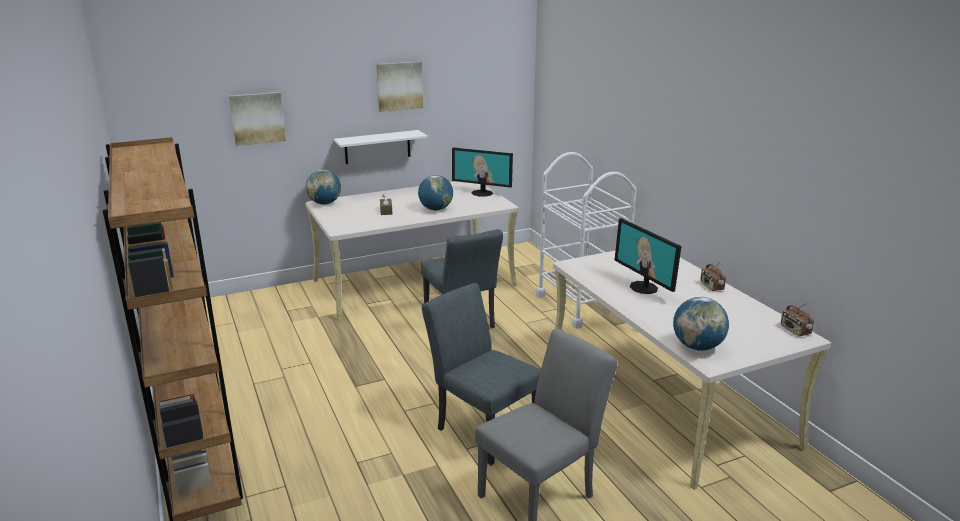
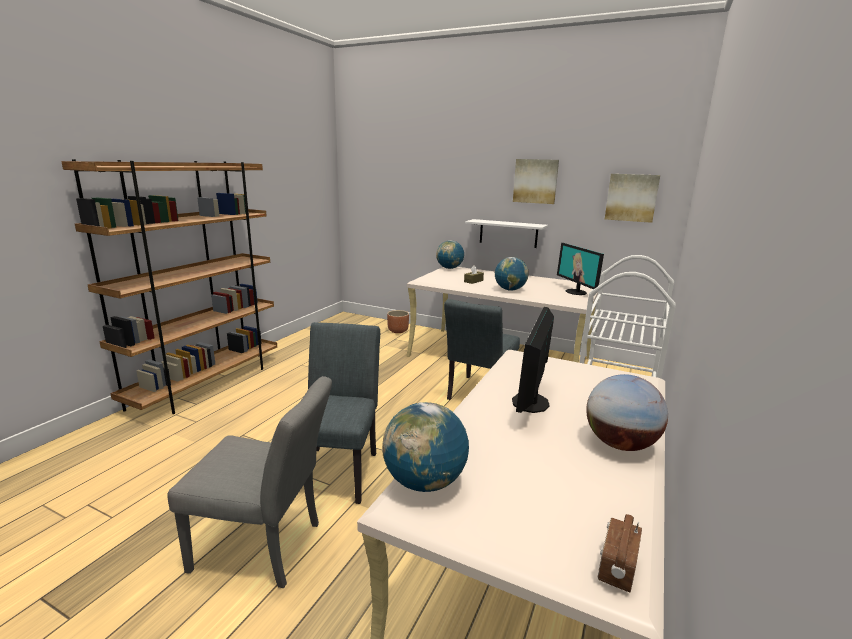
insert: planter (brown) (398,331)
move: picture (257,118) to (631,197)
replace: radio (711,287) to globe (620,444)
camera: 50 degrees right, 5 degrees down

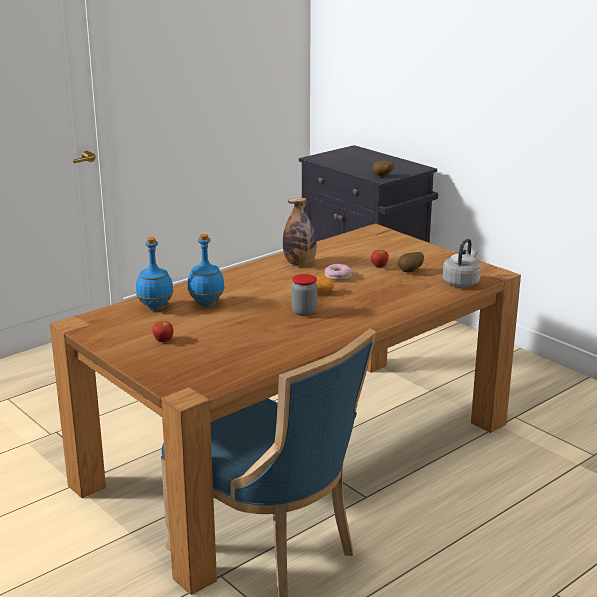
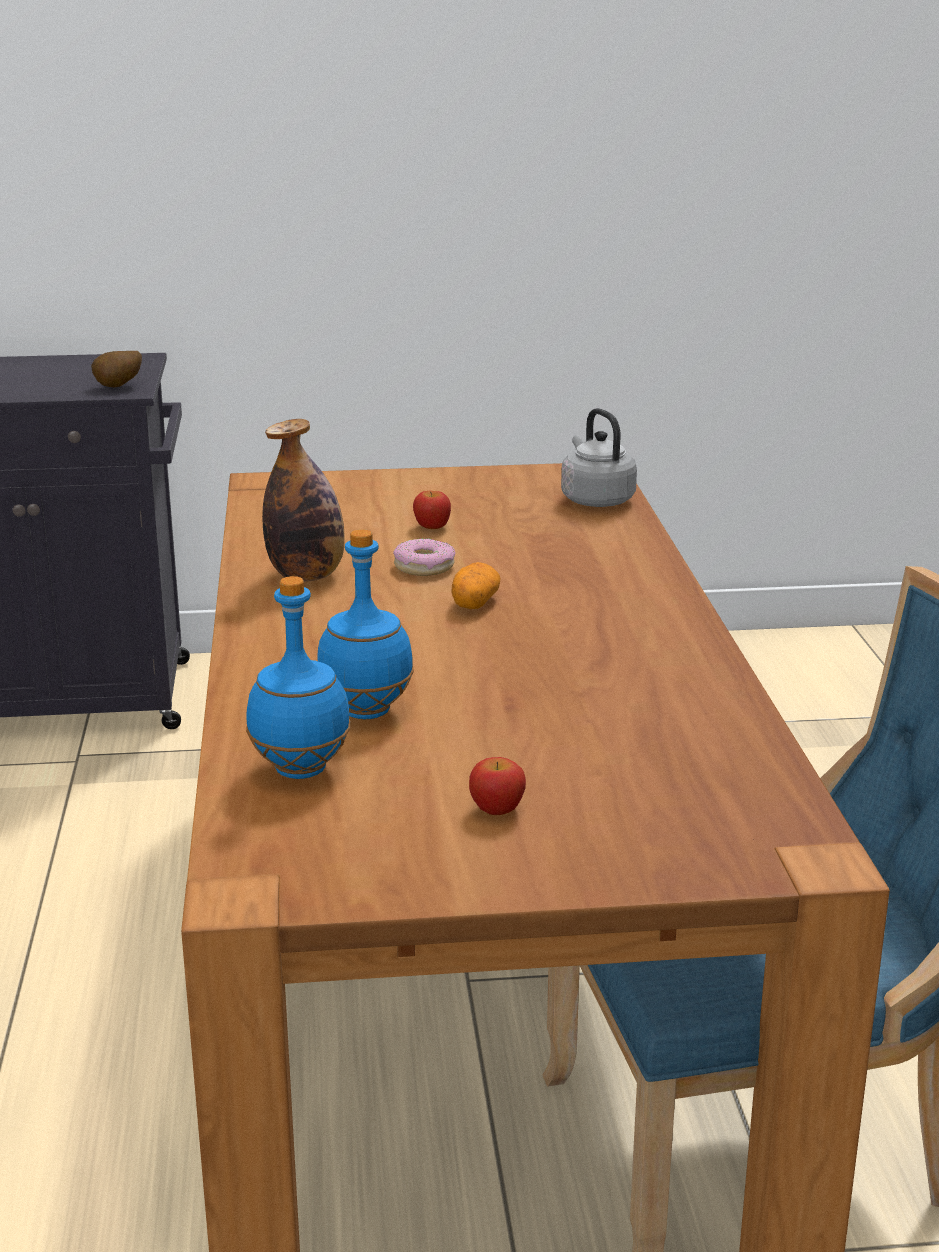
delete: potato (410,272); jar (304,312)
camera: 55 degrees left, 0 degrees up

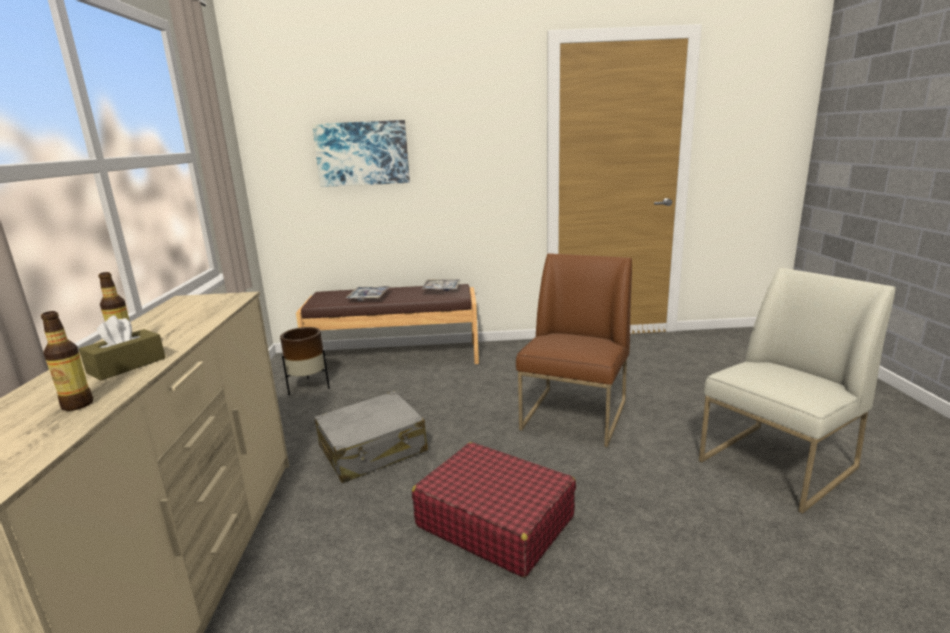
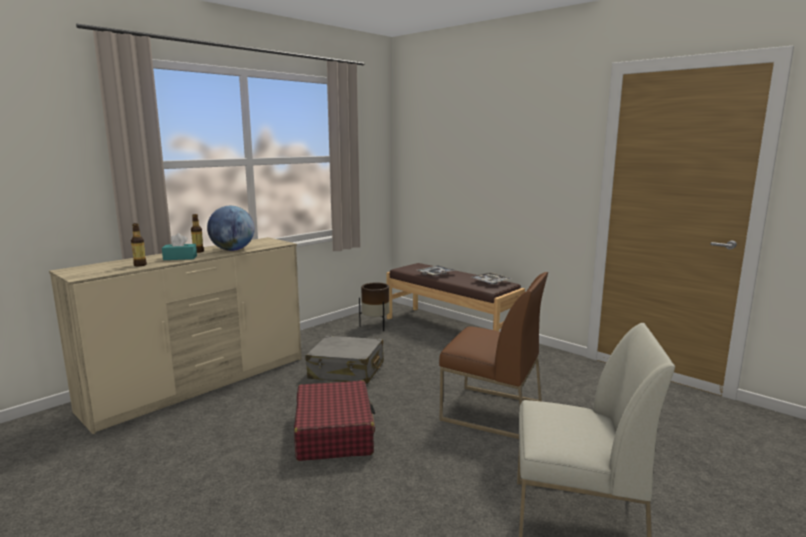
delete: picture (362,153)
insert: globe (232,250)
recolor: tissue box (brown) (127,365) to tissue box (turquoise) (180,258)
rotate: chair (brown) (575,416) = (490,412) 45 degrees clockwise
camera: 45 degrees right, 5 degrees down

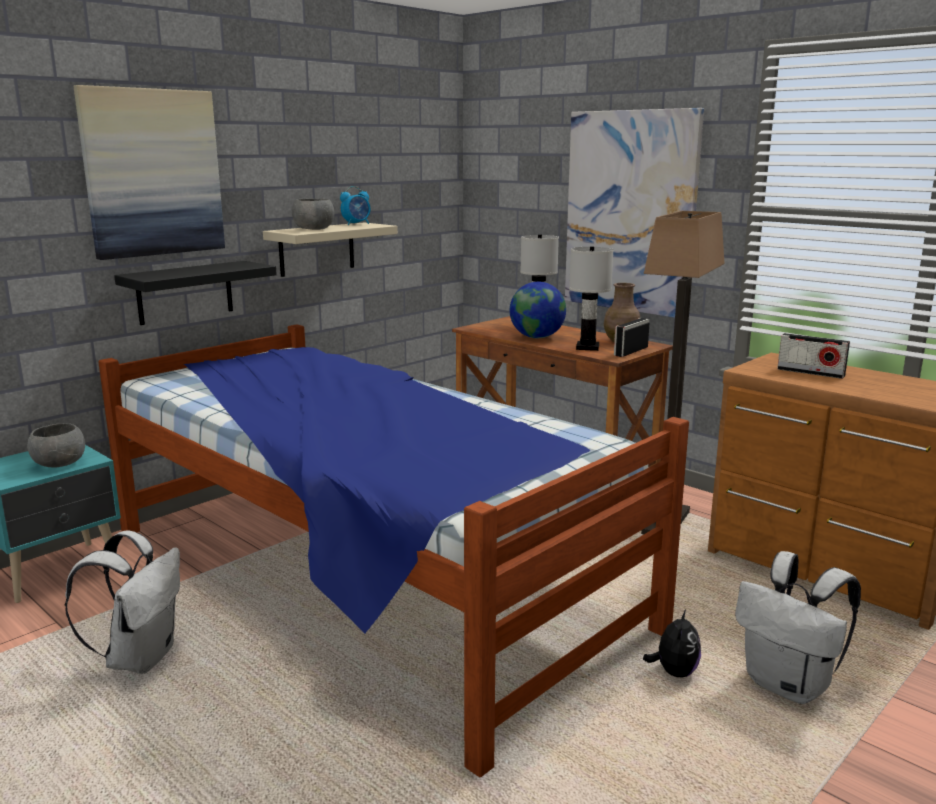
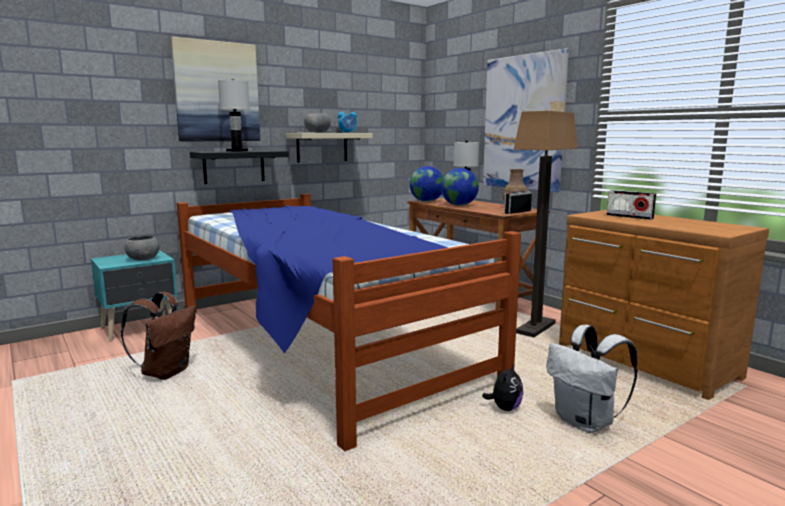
insert: globe (426,201)
move: table lamp (white) (587,347) to (237,151)
recolor: backpack (white) (140,657) to backpack (brown) (166,372)
camera: 10 degrees right, 5 degrees down

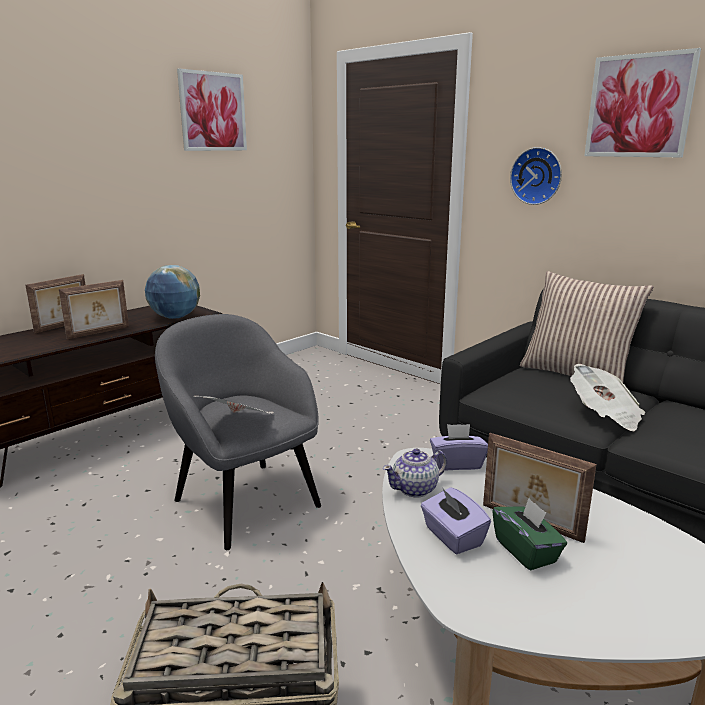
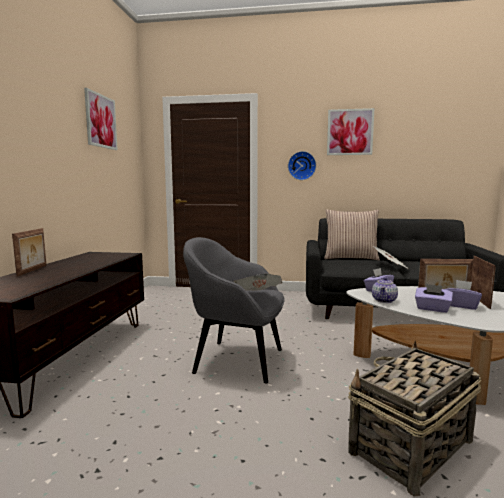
delete: globe (175,317)
move: picture frame (99,333) to (480,301)
recolor: tissue box (green) (526,551) to tissue box (purple) (461,305)
camera: 35 degrees left, 10 degrees down

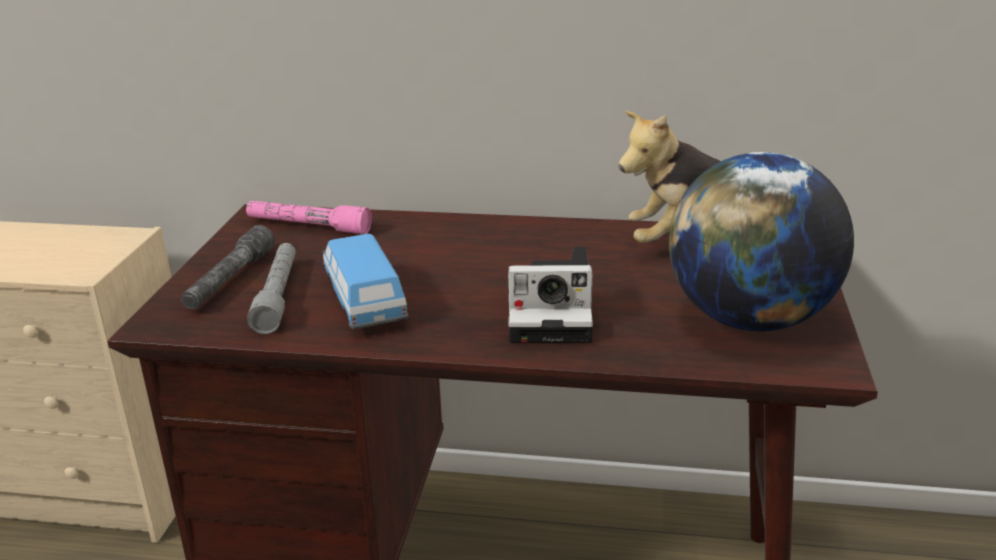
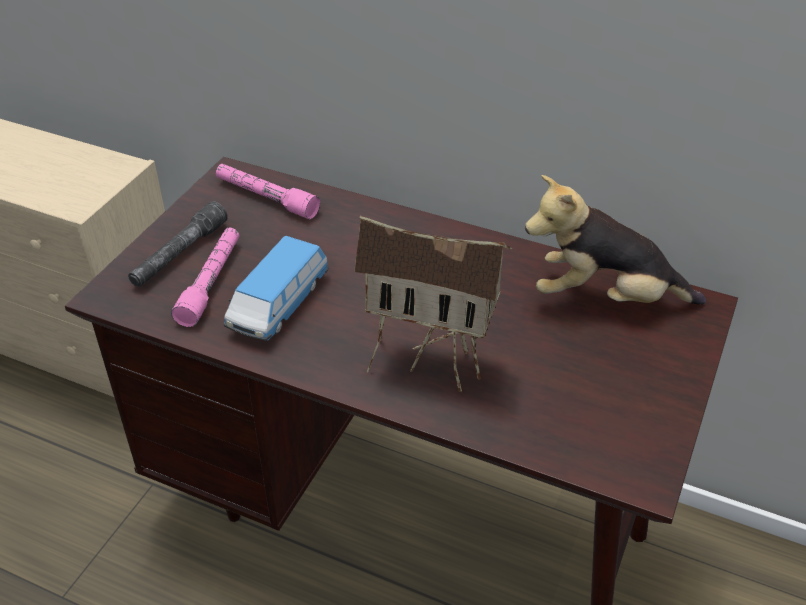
delete: globe (749,320)
replace: photo camera (554,316) to toy house (431,360)
recolor: flashlight (grey) (278,296) to flashlight (pink) (211,282)
rotate: toy car (364,301) = (278,305) 150 degrees counterclockwise
camera: 15 degrees right, 15 degrees up

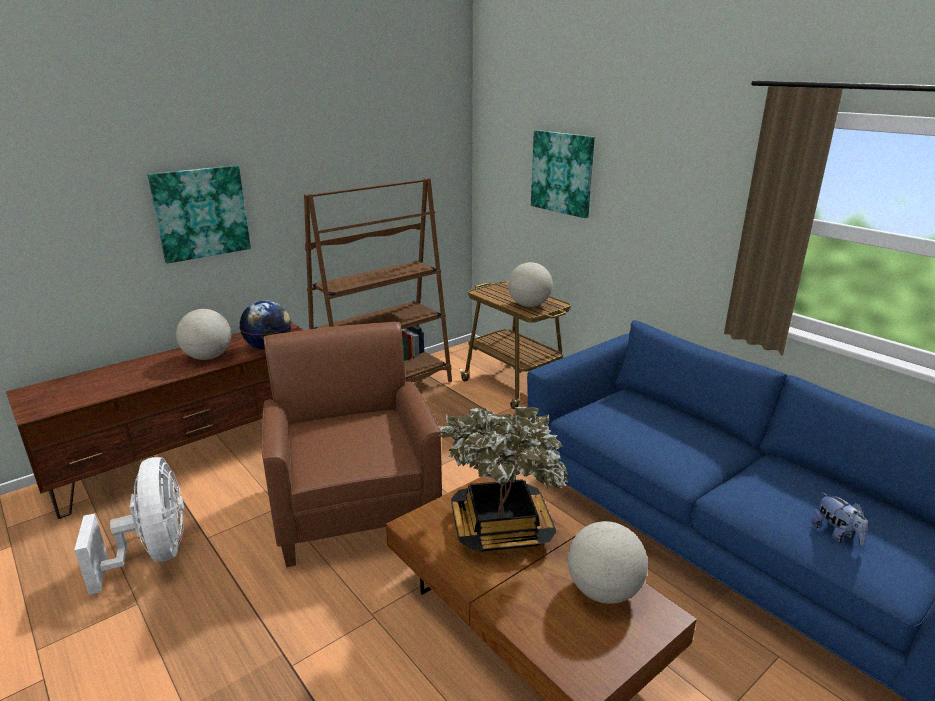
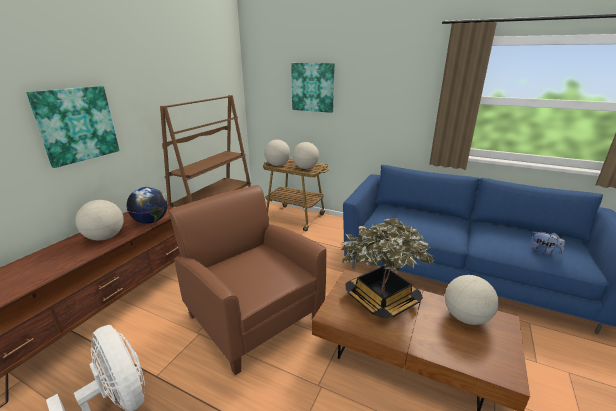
insert: globe (277,165)
camera: 25 degrees left, 0 degrees up

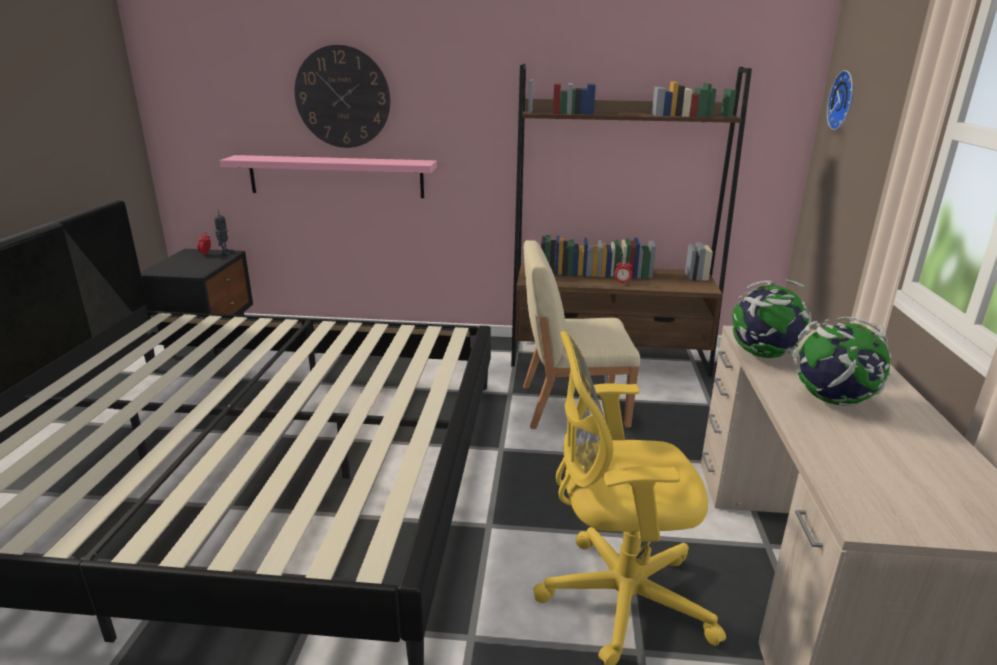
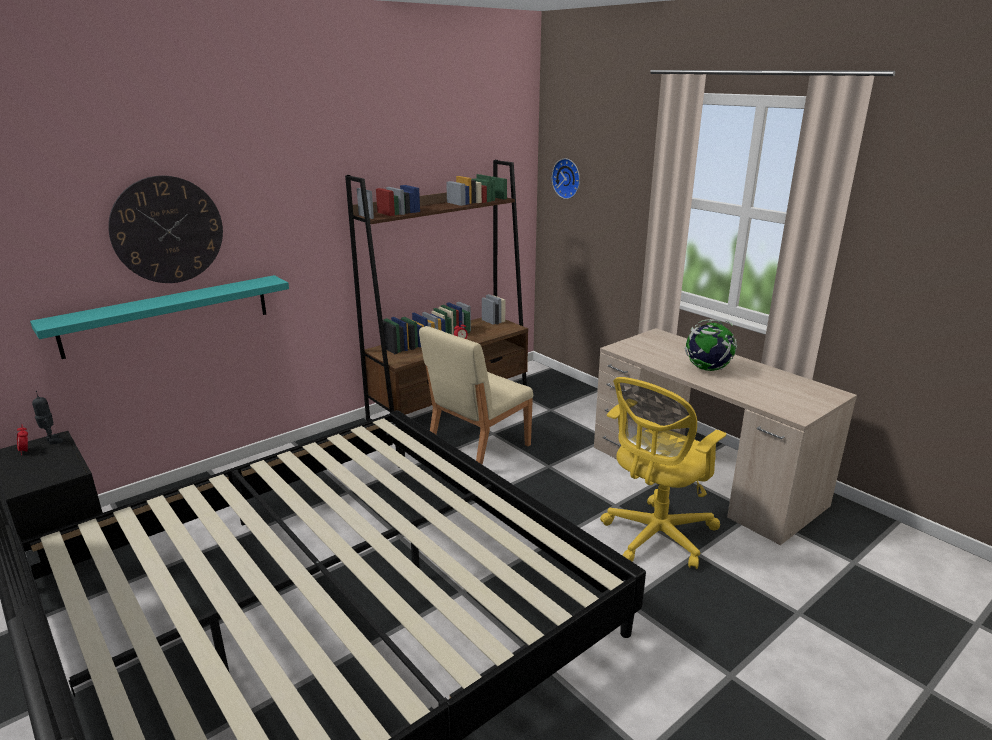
delete: globe (762,355)
recolor: shelf (pink) (336,176) to shelf (turquoise) (168,315)
camera: 45 degrees left, 0 degrees up

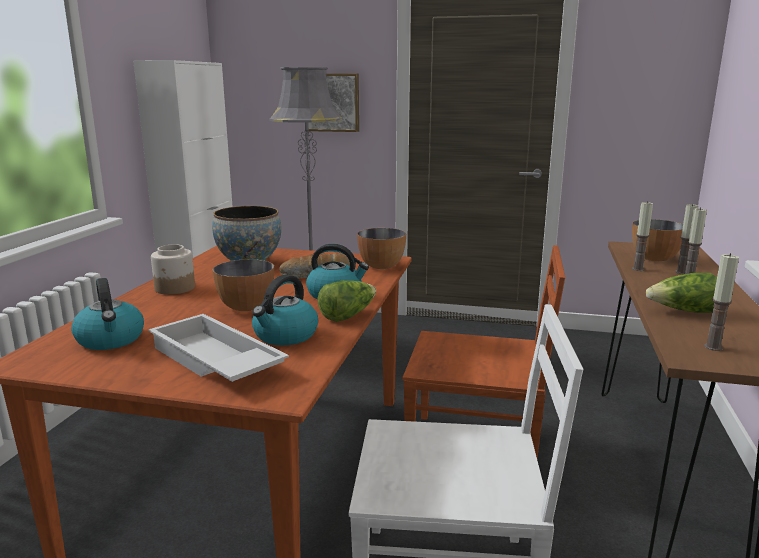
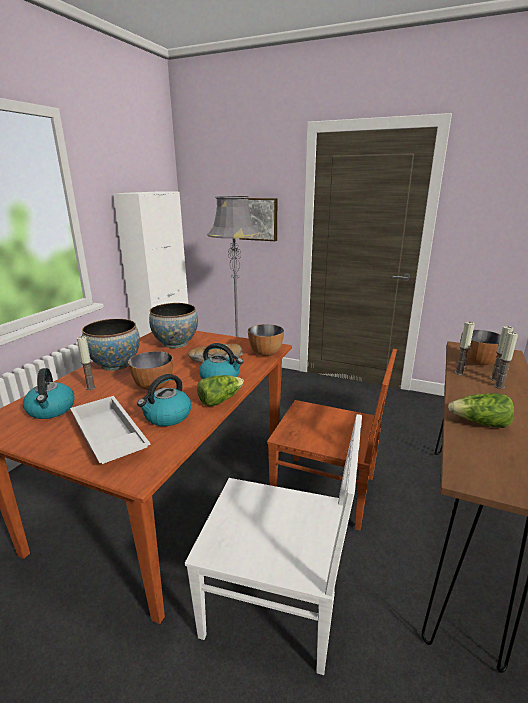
move: candle (713,347) to (91,387)
replace: jar (175,288) to bowl (115,365)
camera: 10 degrees right, 5 degrees up

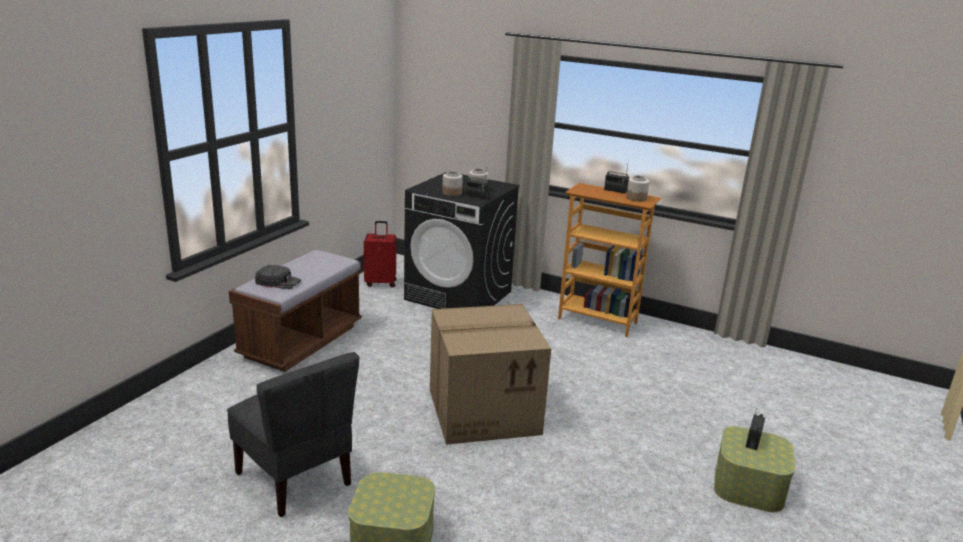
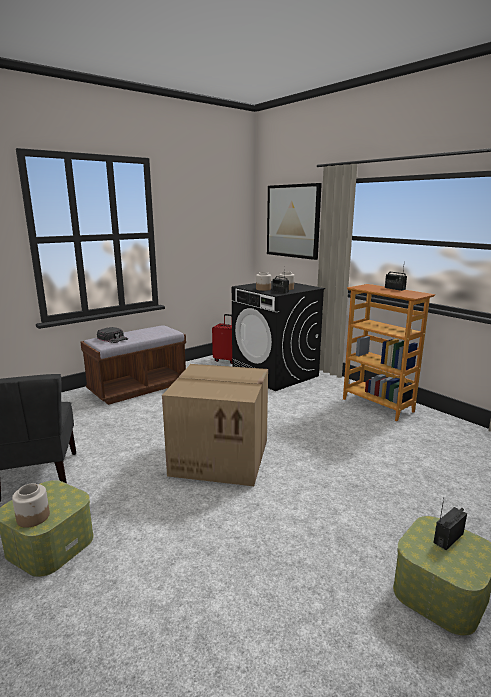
insert: picture (293,221)
move: jar (636,198) to (33,517)
camera: 25 degrees right, 5 degrees down

